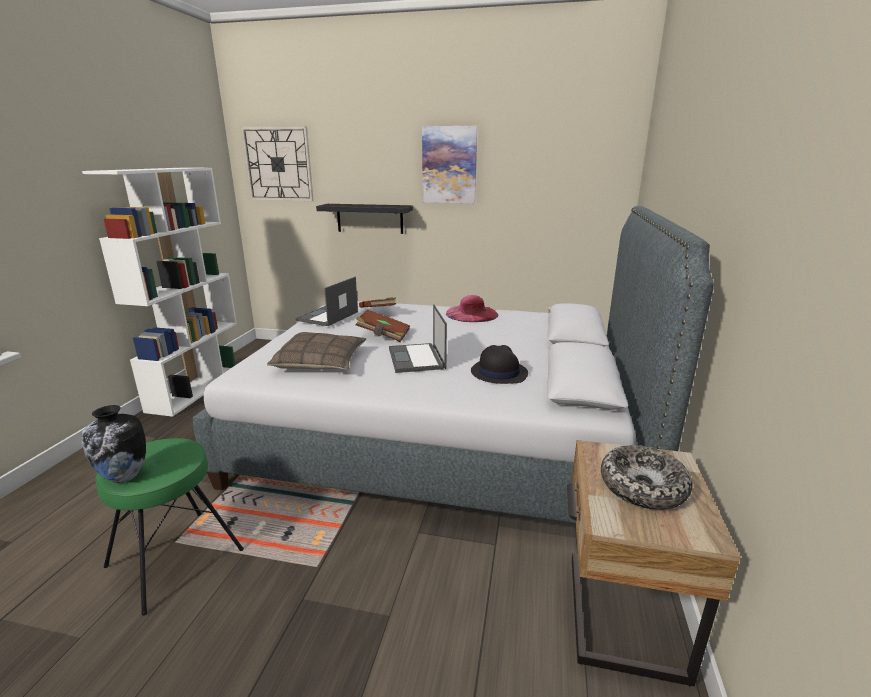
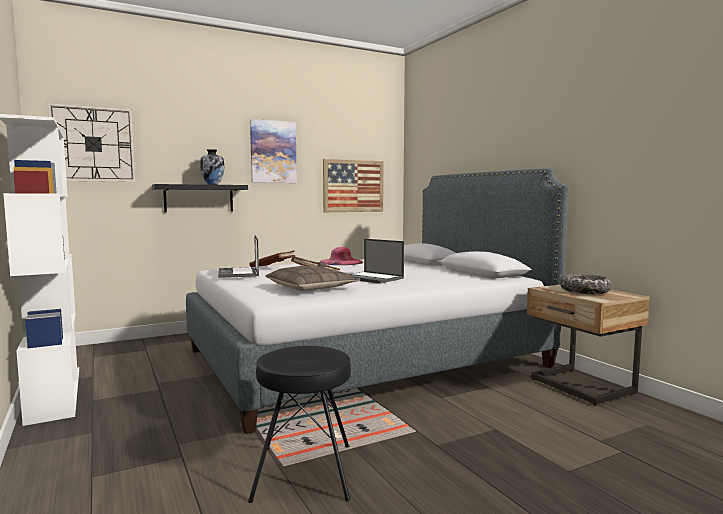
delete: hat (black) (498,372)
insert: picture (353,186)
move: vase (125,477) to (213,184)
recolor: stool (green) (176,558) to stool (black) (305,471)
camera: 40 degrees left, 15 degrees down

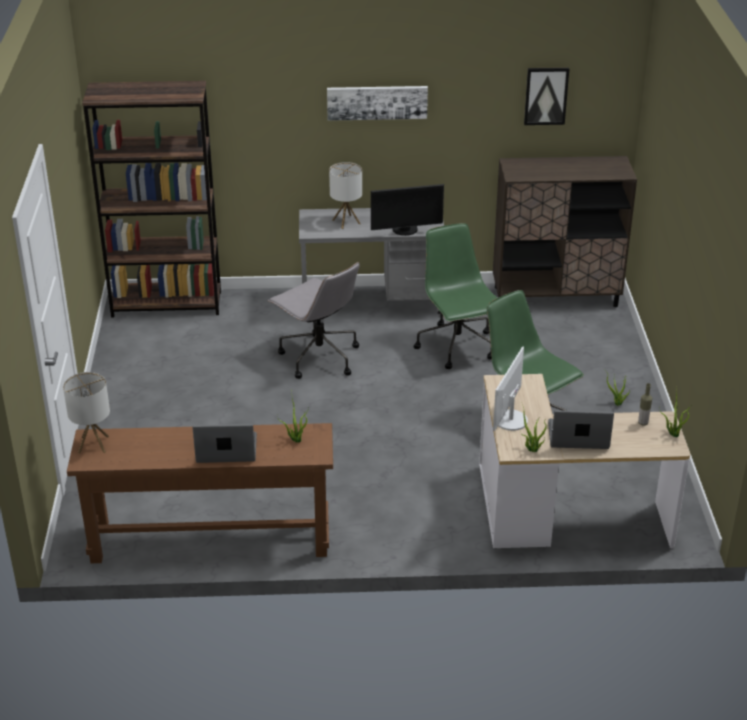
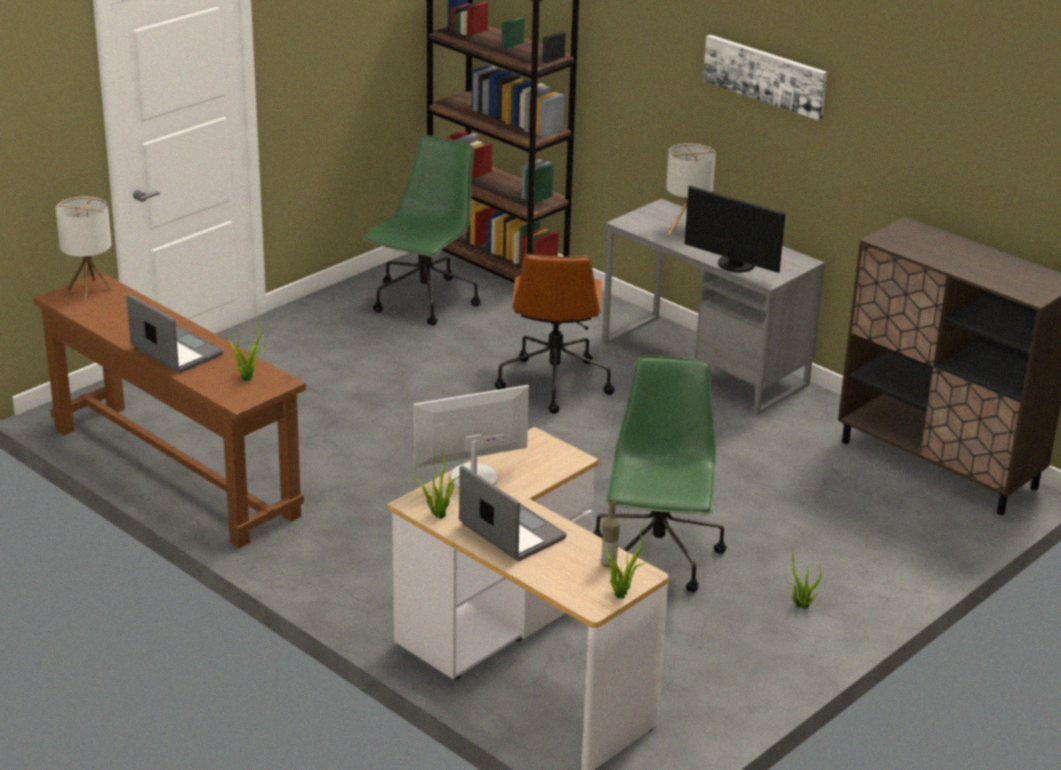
delete: picture (546,95)
move: office chair (green) (457,347) to (424,302)
recolor: office chair (grey) (318,357) to office chair (brown) (554,382)
camera: 45 degrees right, 5 degrees down

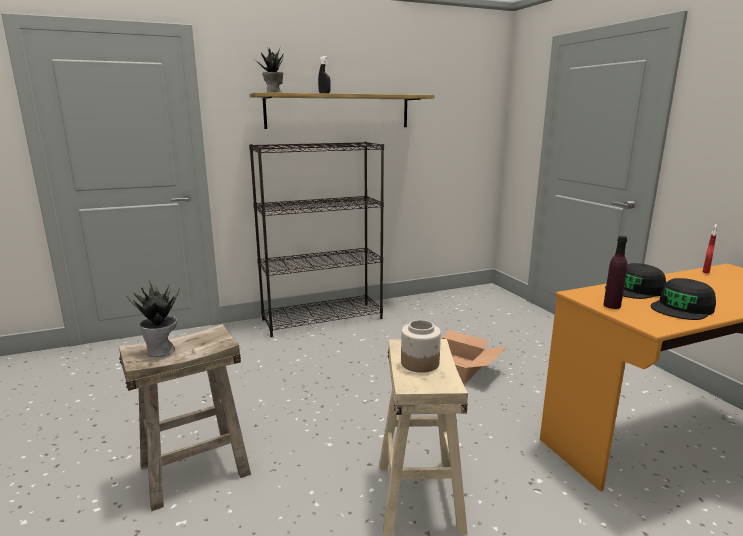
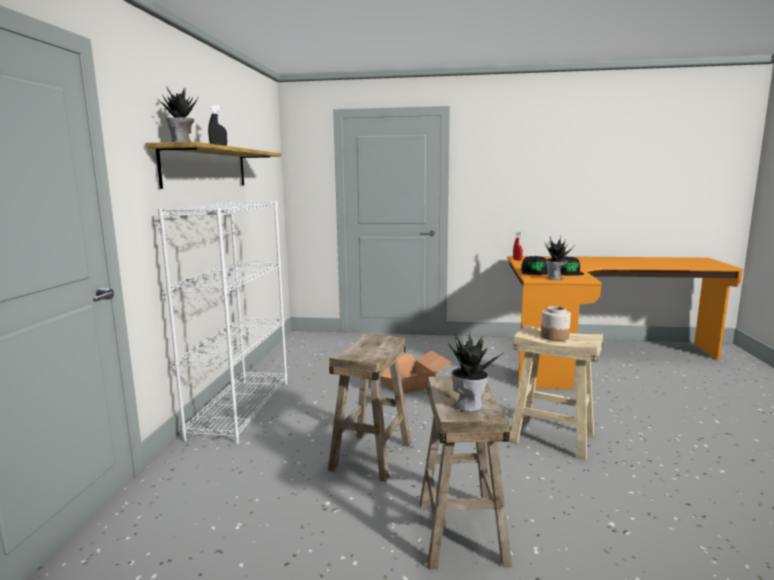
insert: stool (beige) (371,455)
replace: bottle (purple) (612,305) to potted plant (555,278)
recolor: bookcase (black) (323,319) to bookcase (white) (241,408)
camera: 60 degrees left, 5 degrees down

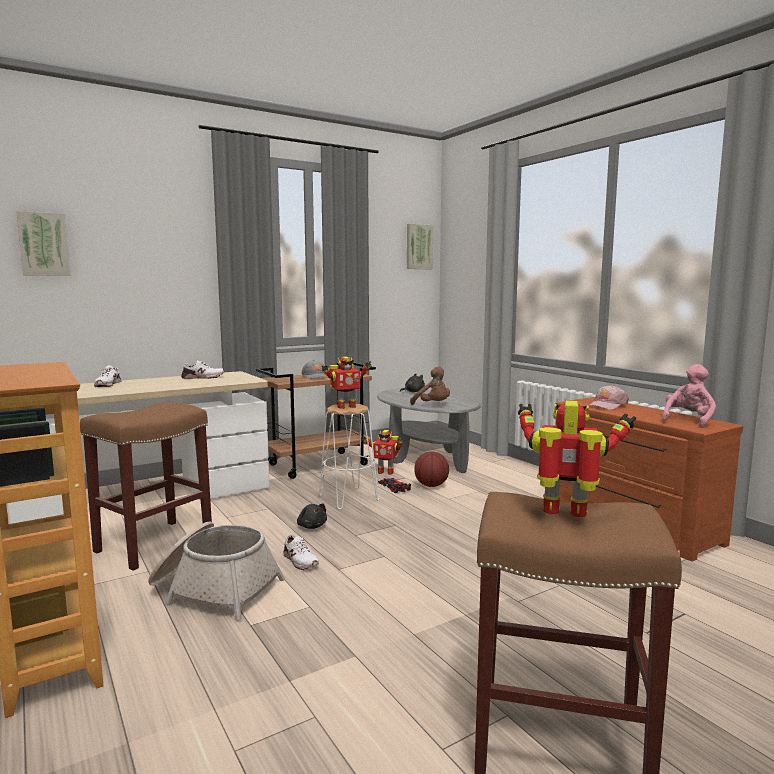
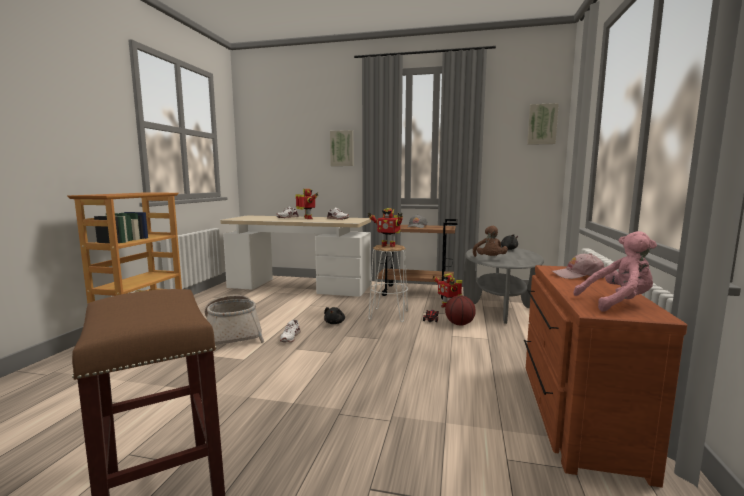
delete: stool (brown) (153,545)
move: picture (43,244) to (342,148); toy robot (566,513) to (307,218)
camera: 45 degrees right, 0 degrees up

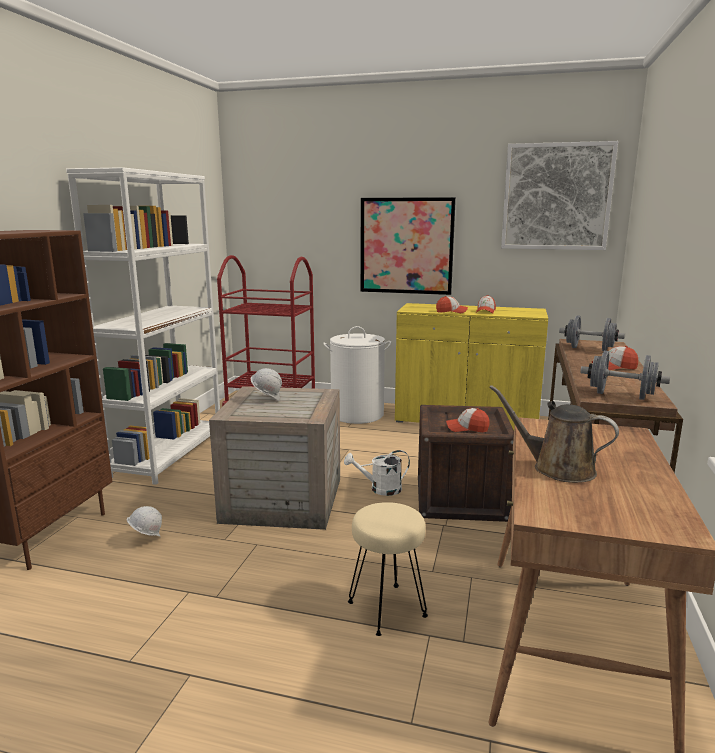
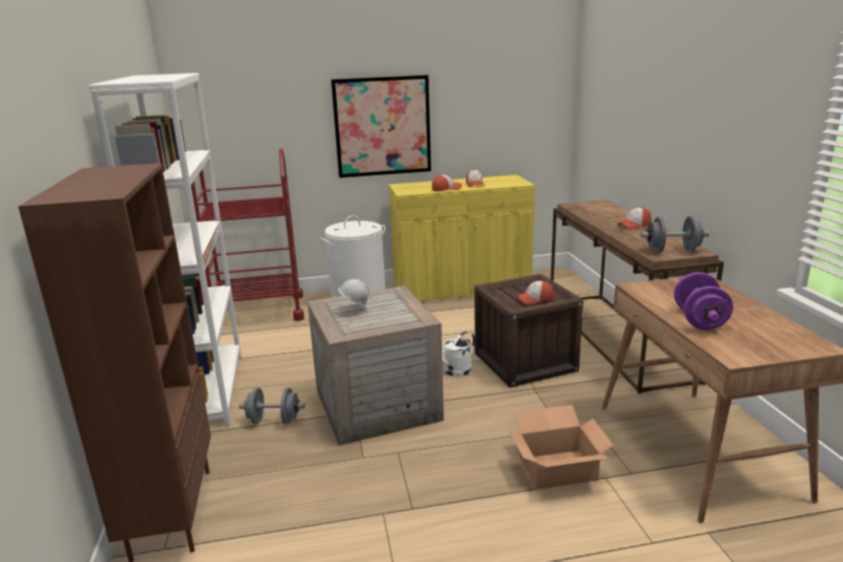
delete: picture (556,197); hard hat (white) (146,539)
move: dumbbell (grey) (589,349) to (274,420)
replace: watering can (brown) (557,468) to dumbbell (purple) (699,320); stool (beige) (387,608) to cardboard box (557,468)
camera: 25 degrees left, 5 degrees up

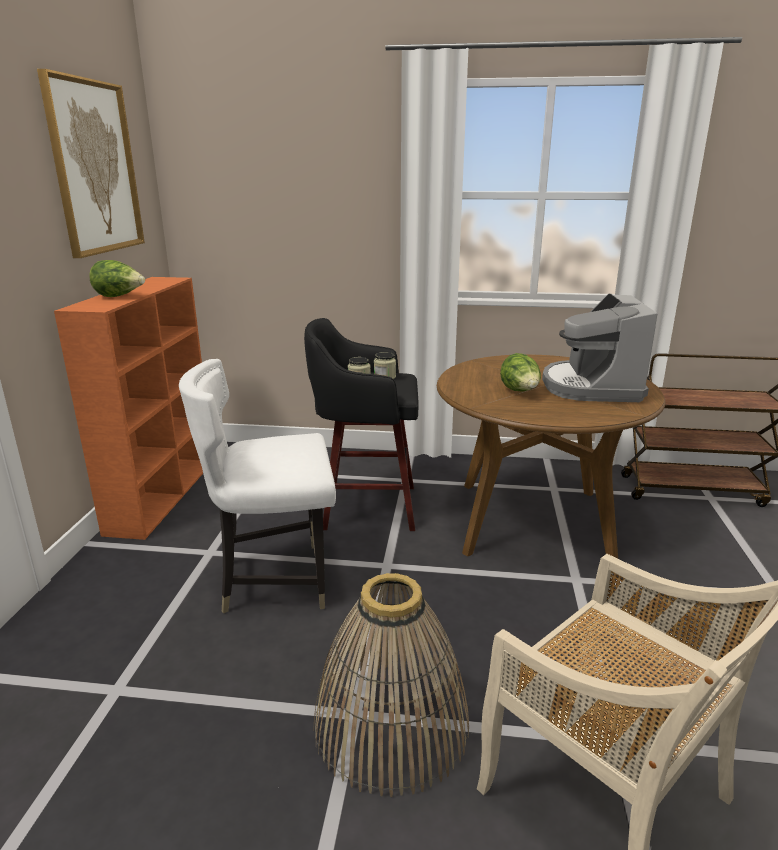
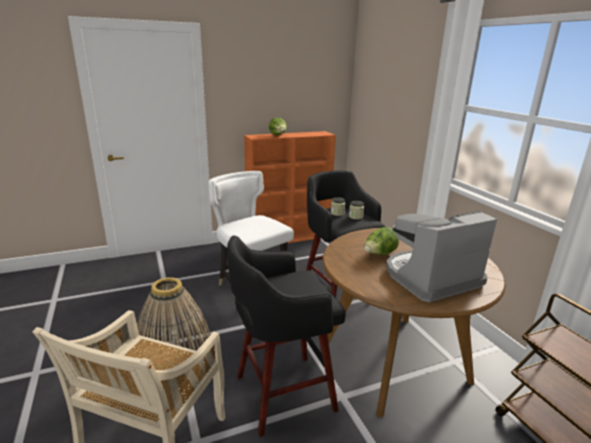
delete: picture (94,168)
insert: stool (black) (281,393)
camera: 60 degrees right, 0 degrees up

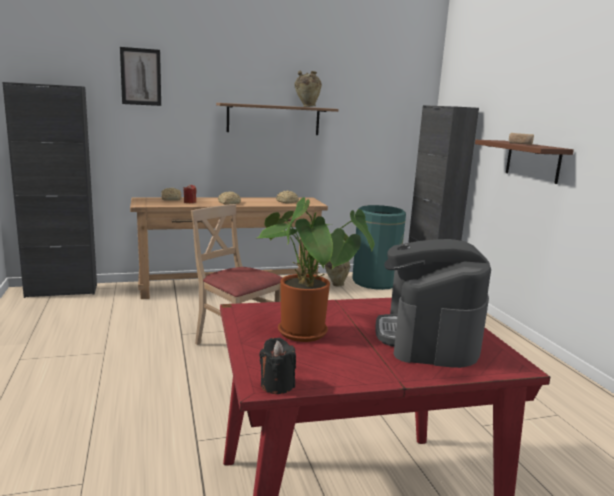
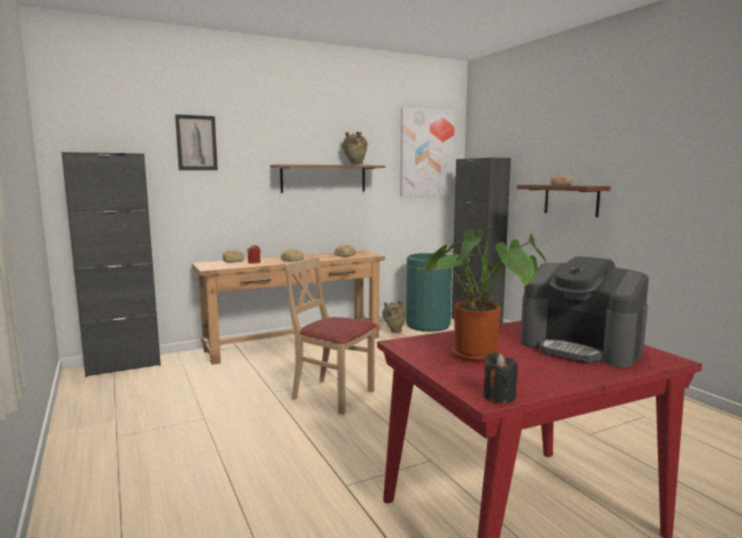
insert: picture (426,153)
rotate: coffee machine (428,337) = (581,347) 45 degrees counterclockwise
camera: 10 degrees left, 5 degrees down

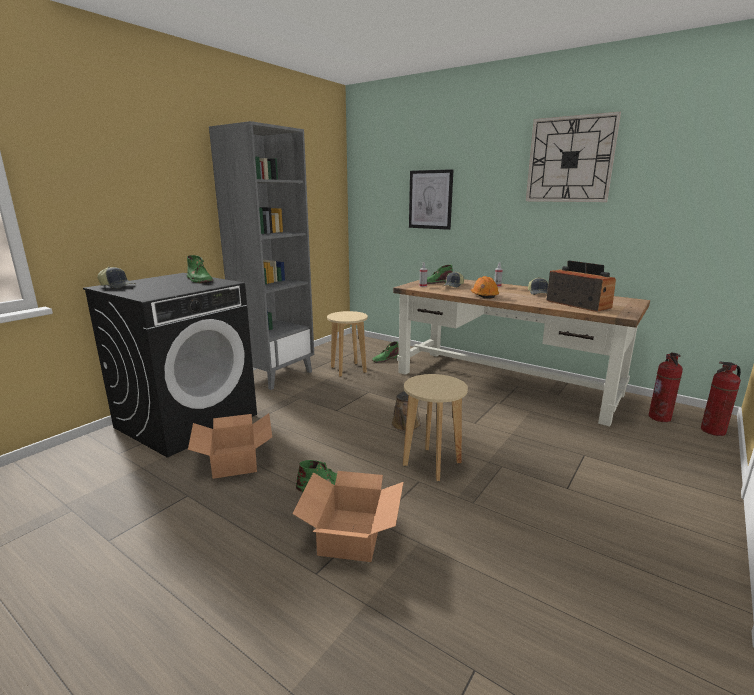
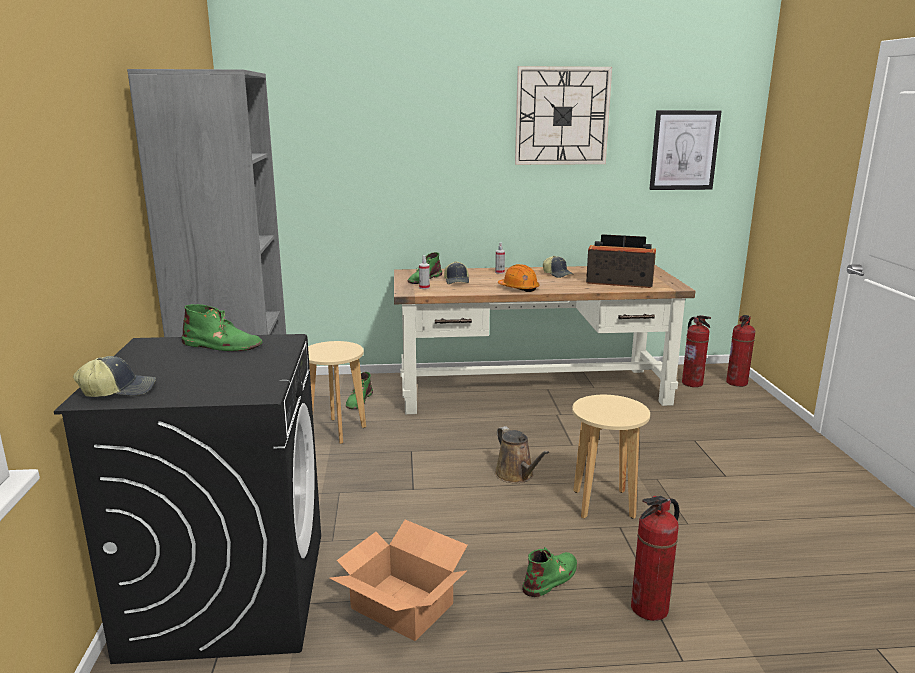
move: picture (430,199) to (684,150)
replace: cardboard box (350,534) to fire extinguisher (649,609)
camera: 40 degrees left, 0 degrees up

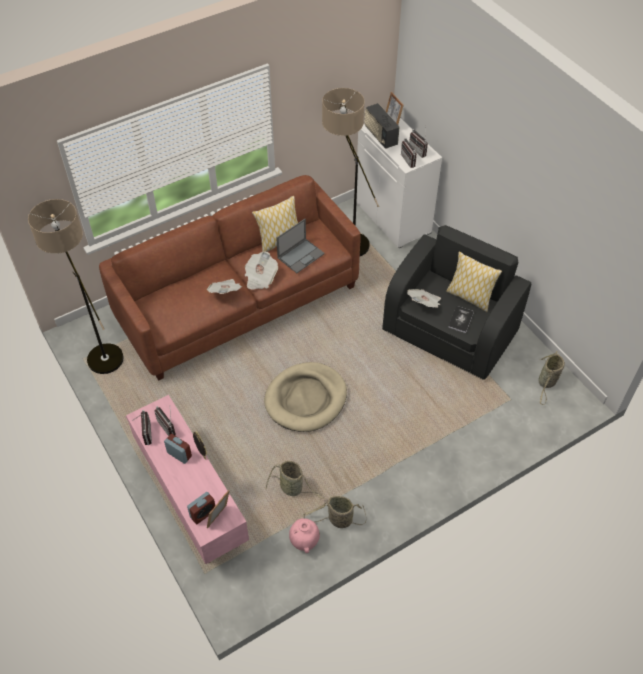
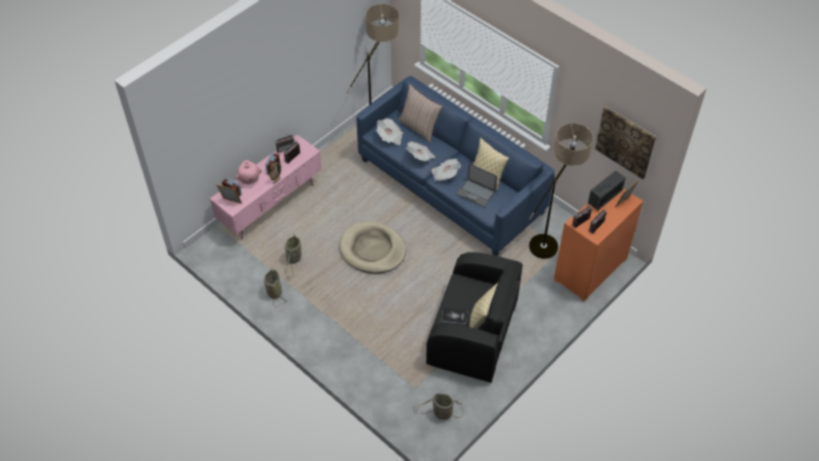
insert: pillow (419,127); picture (625,142)
move: newspaper (424,304) to (390,137); vase (pink) (304,542) to (249,180)
recolor: cabinet (white) (393,217) to cabinet (orange) (591,269); sofa (brown) (238,302) to sofa (blue) (451,186)
camera: 75 degrees right, 0 degrees up

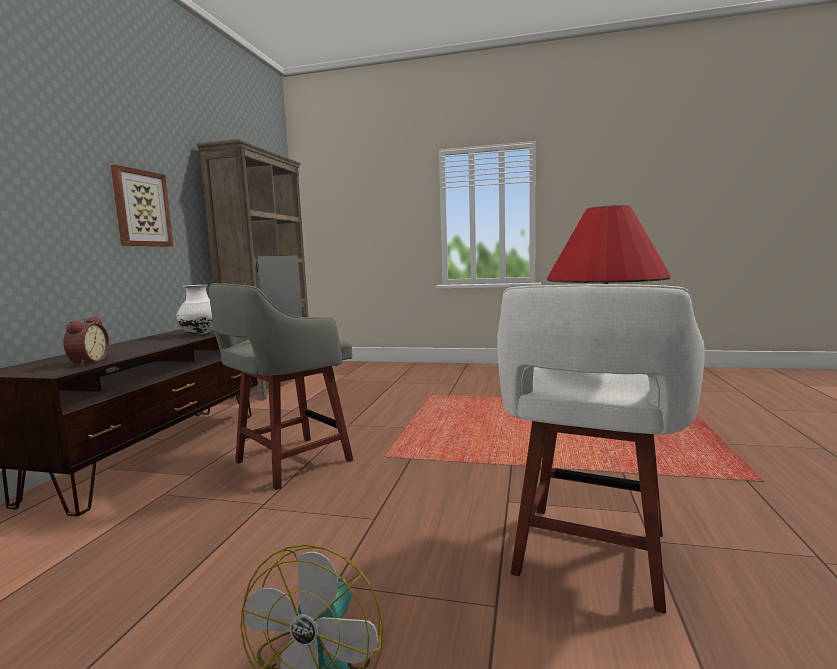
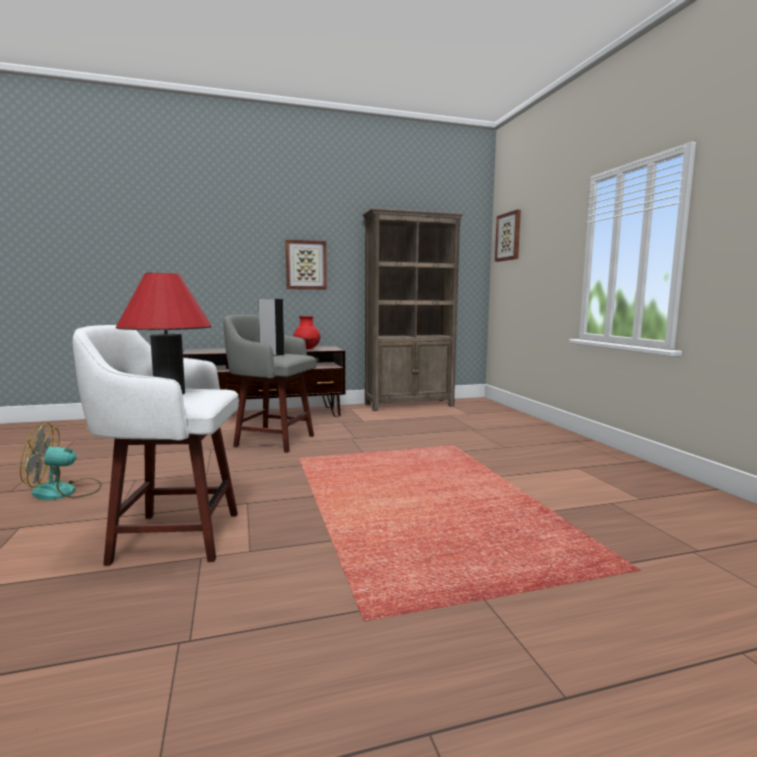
delete: alarm clock (87,362)
insert: picture (508,236)
recolor: vase (white) (201,334) to vase (red) (307,349)
camera: 60 degrees right, 0 degrees up

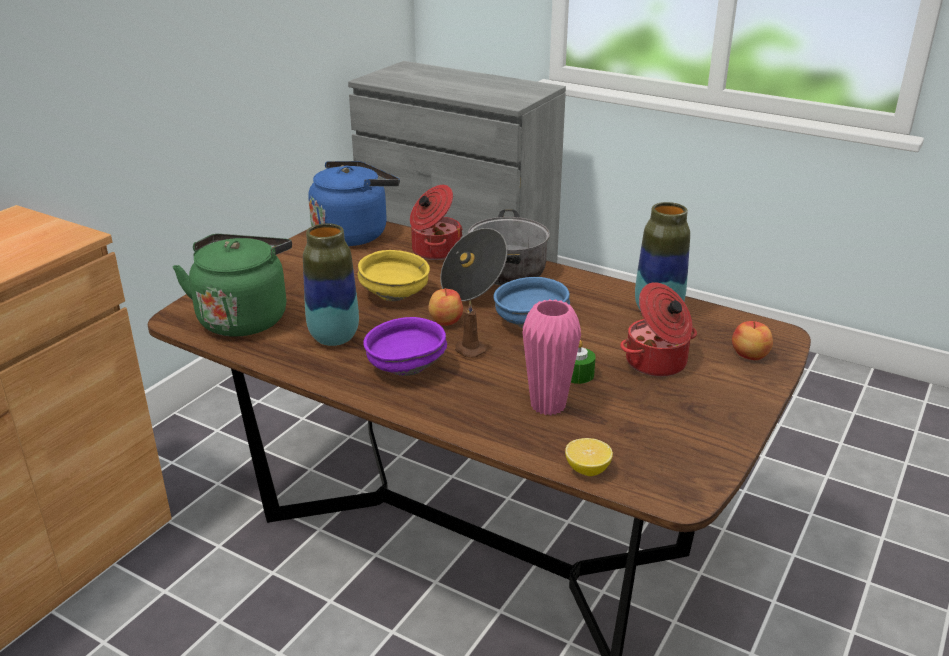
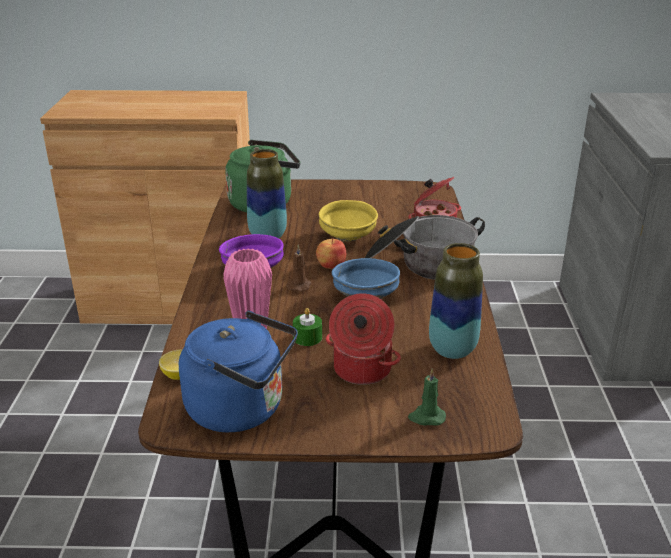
move: kettle (blue) (354,233) to (241,409)
replace: apple (749,355) to candle (green) (426,417)
camera: 60 degrees right, 0 degrees up

